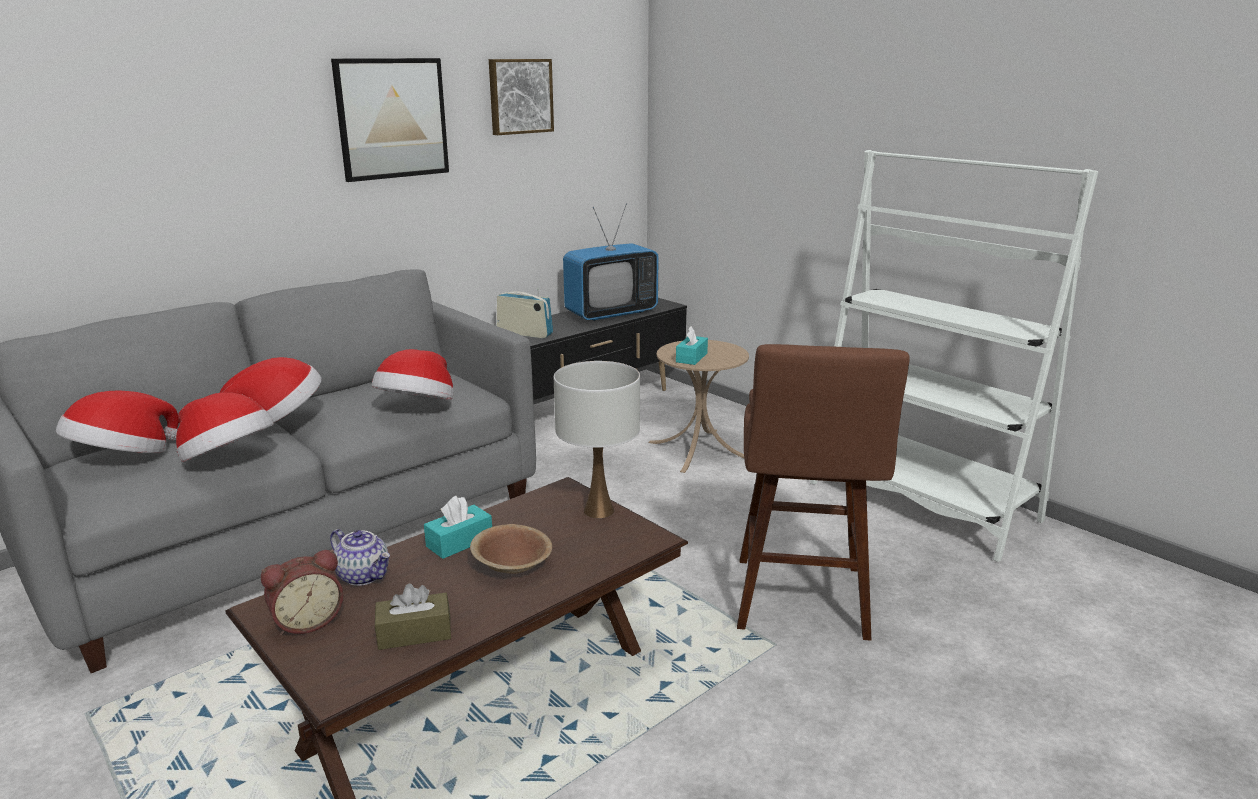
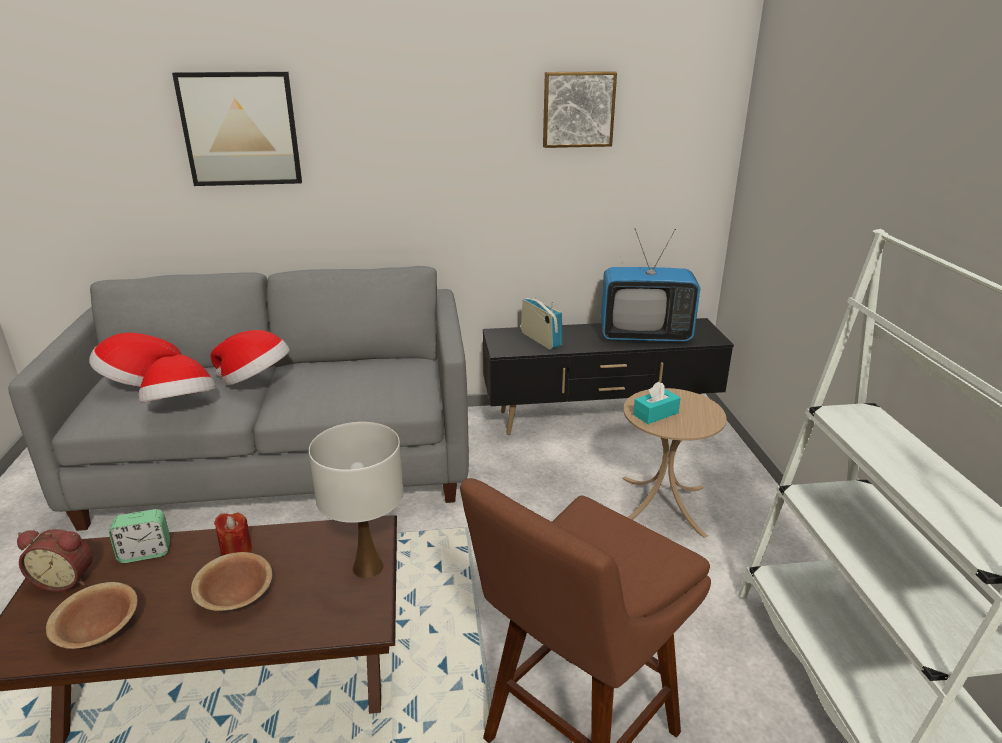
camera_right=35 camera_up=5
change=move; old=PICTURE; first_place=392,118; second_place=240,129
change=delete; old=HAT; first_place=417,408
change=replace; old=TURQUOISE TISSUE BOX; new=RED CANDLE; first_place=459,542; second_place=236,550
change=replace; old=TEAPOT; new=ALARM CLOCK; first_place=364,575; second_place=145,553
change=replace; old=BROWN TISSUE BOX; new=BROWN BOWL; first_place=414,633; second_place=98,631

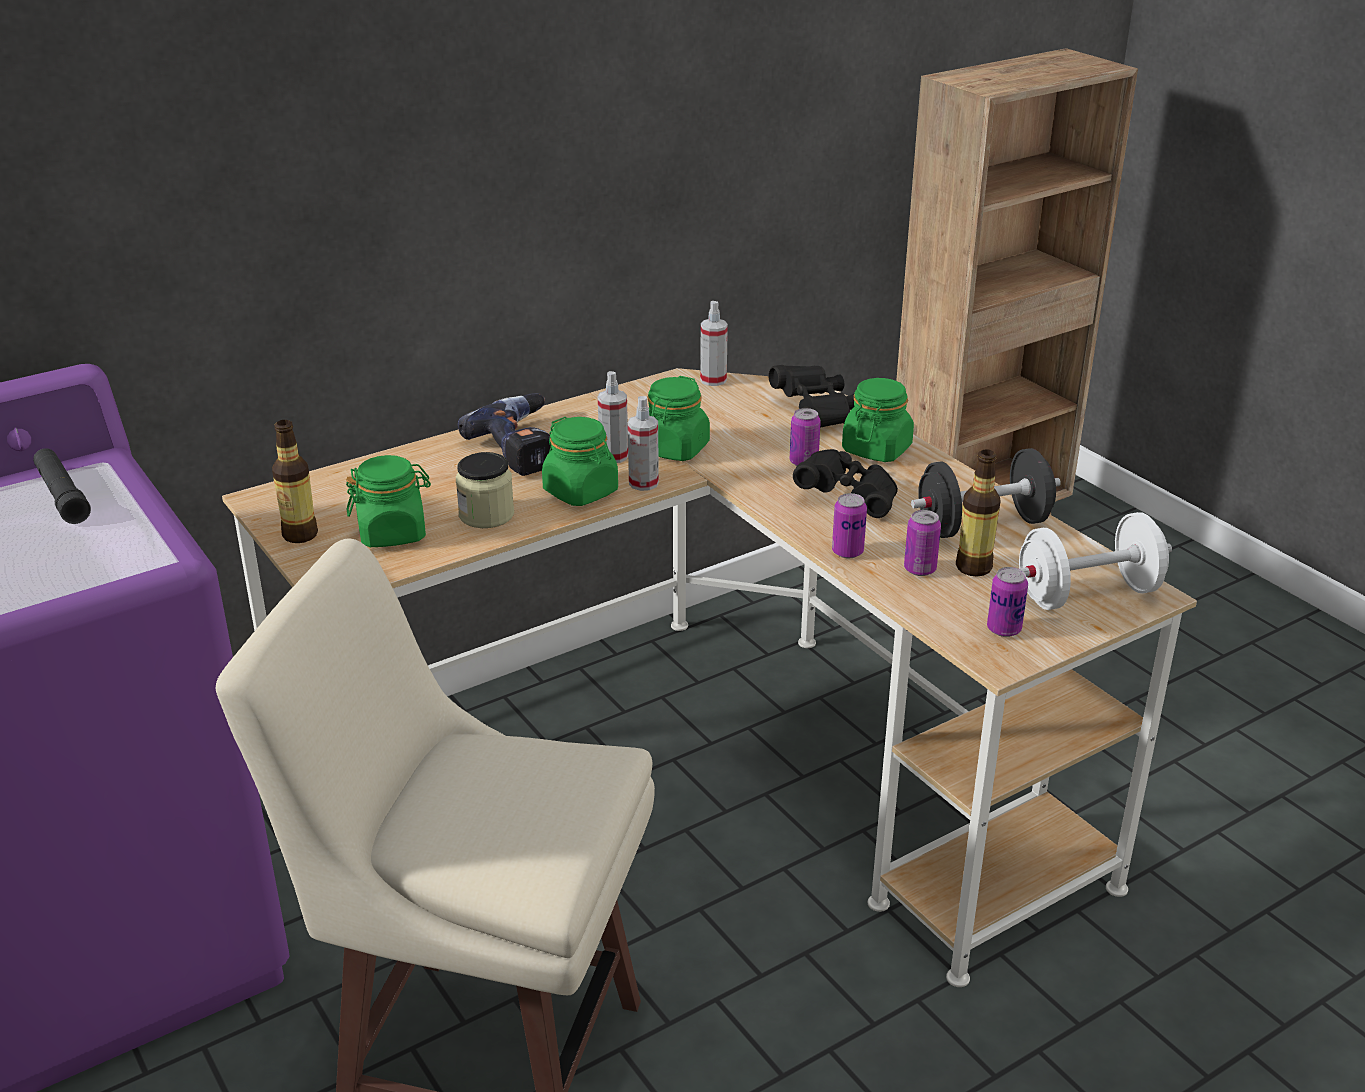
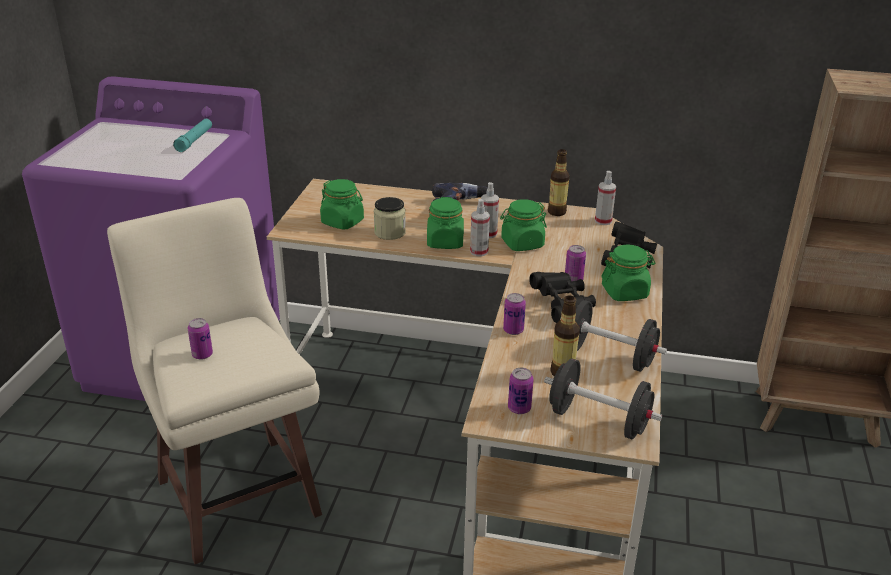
camera_right=45 camera_up=0
change=move; old=BOTTLE; first_place=300,535; second_place=556,212
change=recolor; old=BLACK FLASHLIGHT; new=TURQUOISE FLASHLIGHT; first_place=62,496; second_place=194,140
change=move; old=CAN; first_place=920,569; second_place=202,355
change=recolor; old=WHITE DUMBBELL; new=BLACK DUMBBELL; first_place=1087,594; second_place=598,420

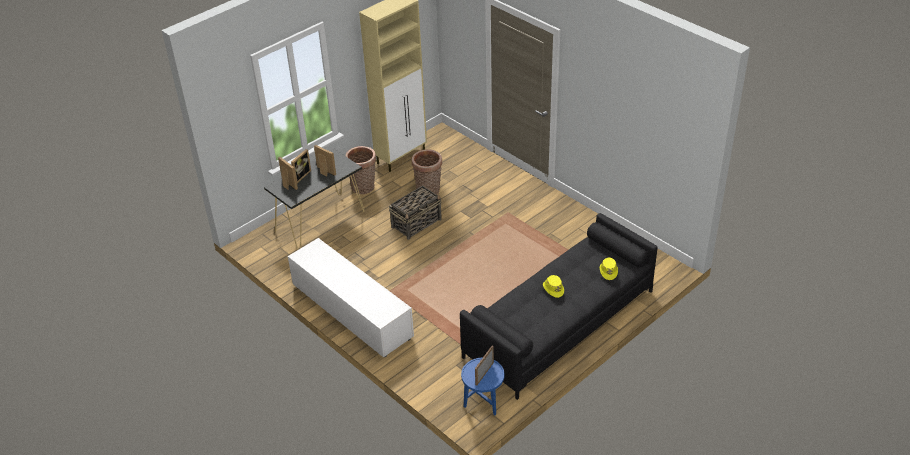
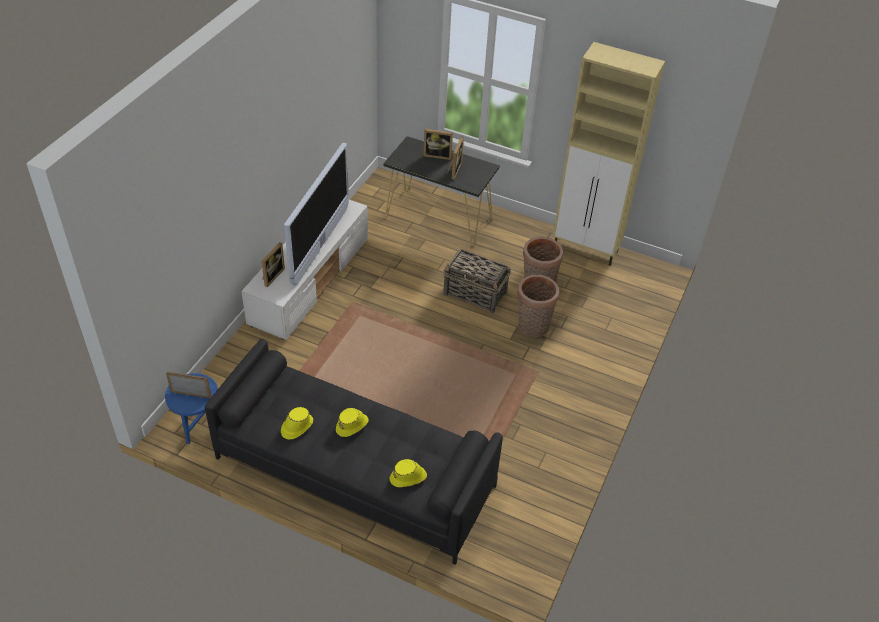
camera_right=65 camera_up=5
change=move; old=BASKET; first_place=364,188; second_place=532,328
change=move; old=PICTURE FRAME; first_place=287,185; second_place=271,276
change=insert; new=TELEVISION; second_place=320,245
change=insert; new=YELLOW HAT; second_place=296,427

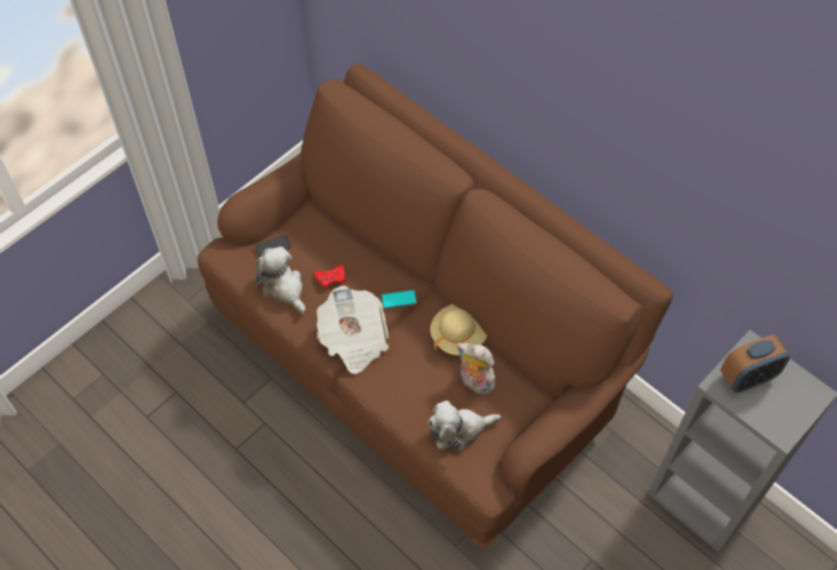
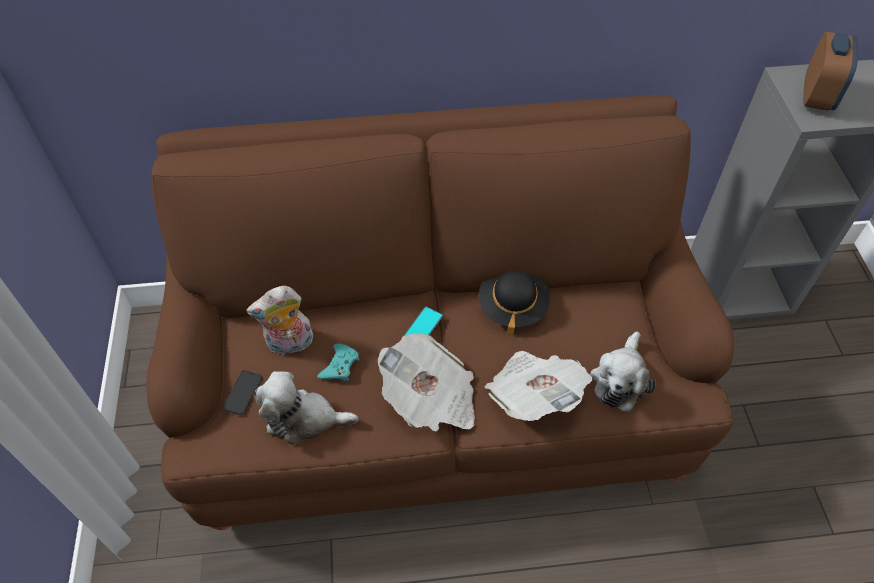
camera_right=-50 camera_up=-5
change=recolor; old=RED GAME CONTROLLER; new=TURQUOISE GAME CONTROLLER; first_place=331,278; second_place=340,366
change=recolor; old=BEIGE HAT; new=BLACK HAT; first_place=458,335; second_place=512,306
change=move; old=PLUSH TOY; first_place=474,382; second_place=289,345
change=insert; new=NEWSPAPER; second_place=533,395

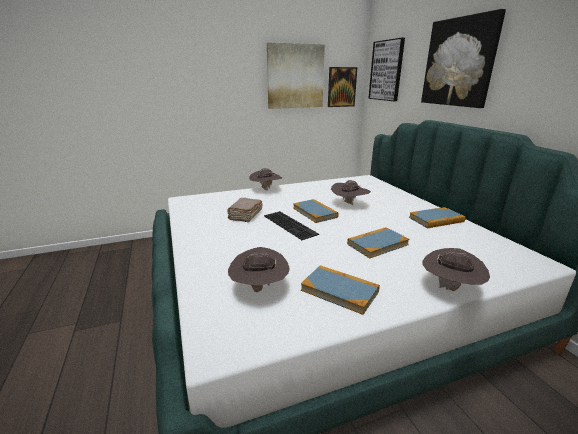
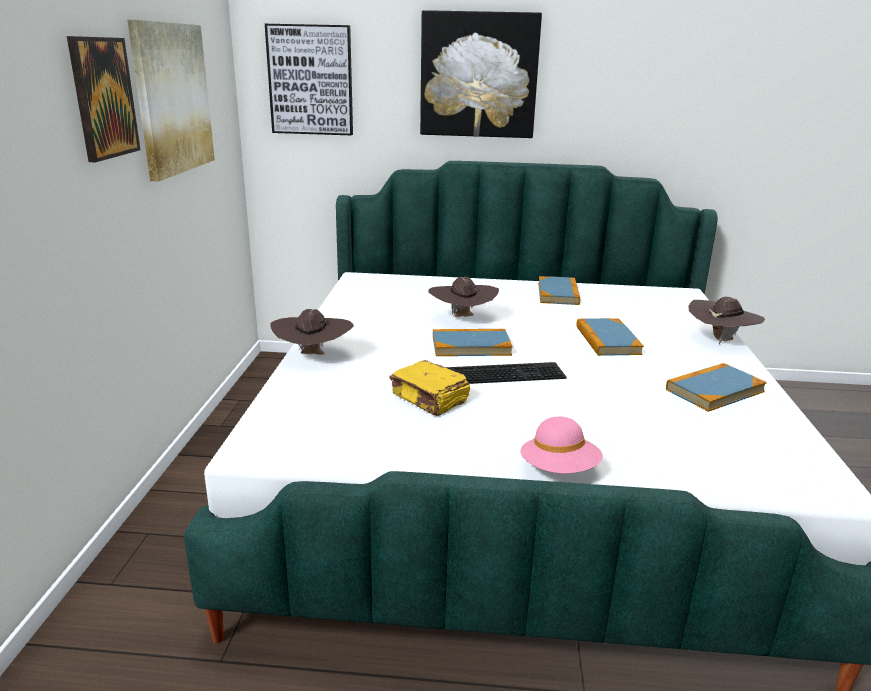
camera_right=-65 camera_up=0
change=move; old=PICTURE; first_place=341,87; second_place=103,98
change=recolor; old=BROWN BOOK; new=YELLOW BOOK; first_place=245,215; second_place=430,399
change=delete; old=BROWN HAT; first_place=259,289
change=insert; new=PINK HAT; second_place=559,470

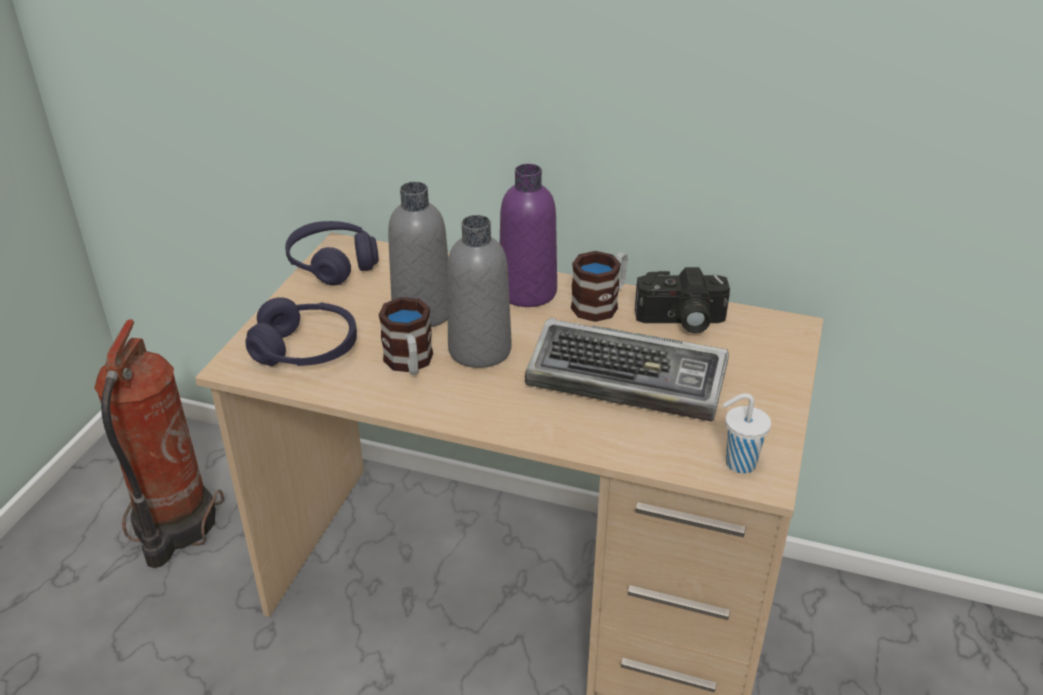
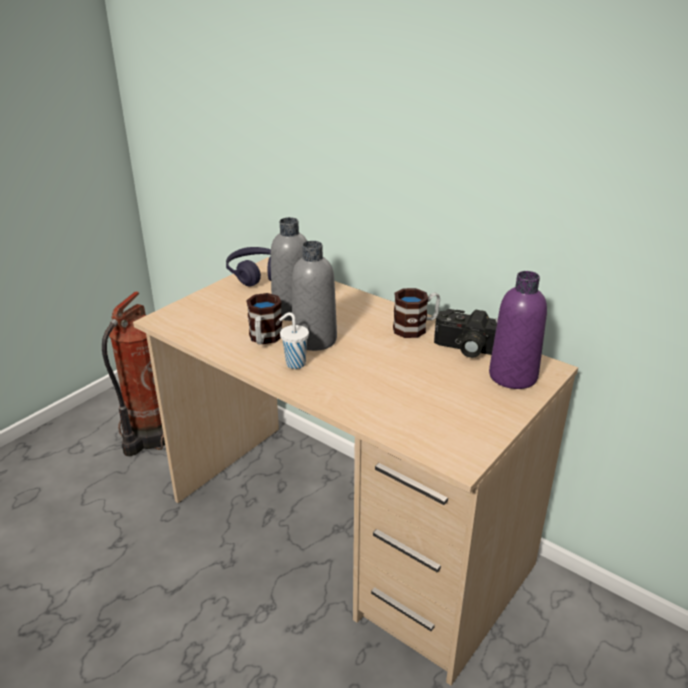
camera_right=20 camera_up=-5
change=move; old=PURPLE BOTTLE; first_place=527,292; second_place=513,376
change=delete; old=PURPLE HEADPHONES; first_place=306,349
change=delete; old=KEYBOARD; first_place=629,379
change=move; old=WHITE CUP; first_place=738,463; second_place=294,363

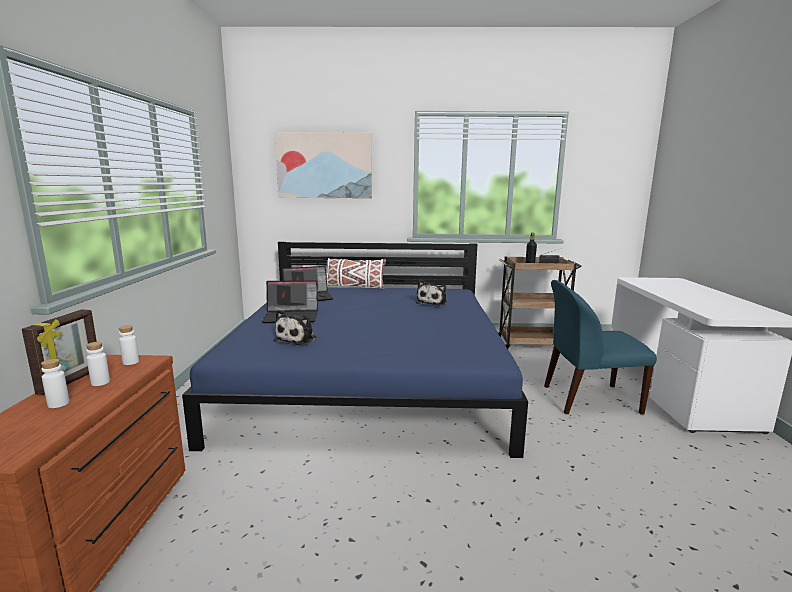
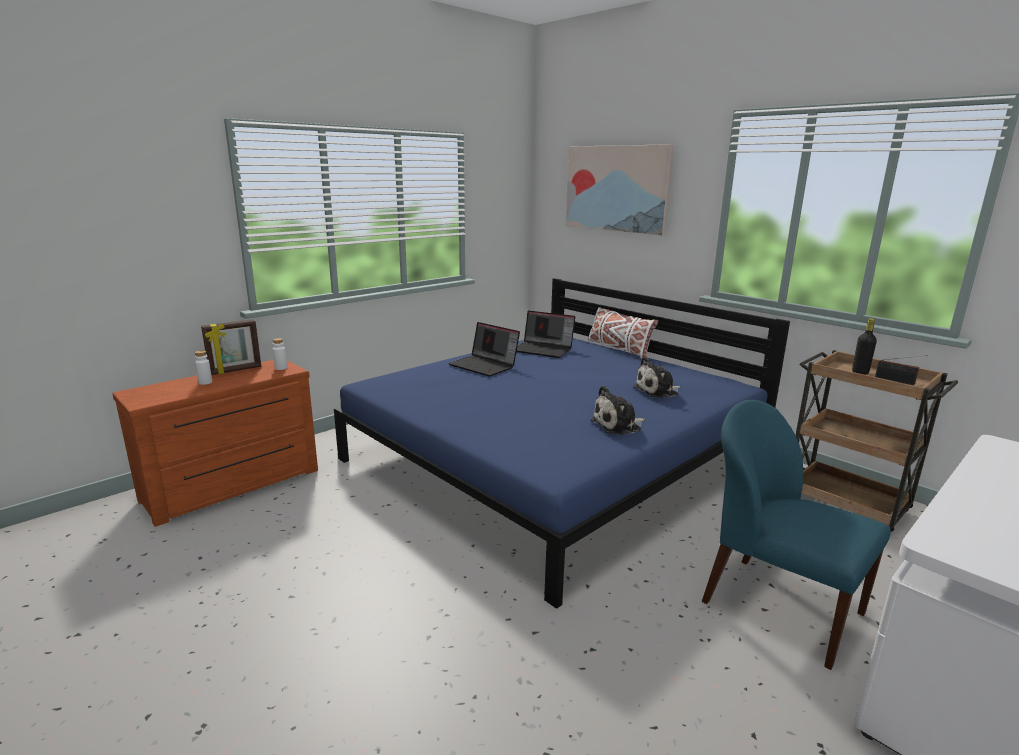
camera_right=45 camera_up=5
change=move; old=PLUSH TOY; first_place=297,339; second_place=618,425
change=delete; old=WHITE BOTTLE; first_place=100,382

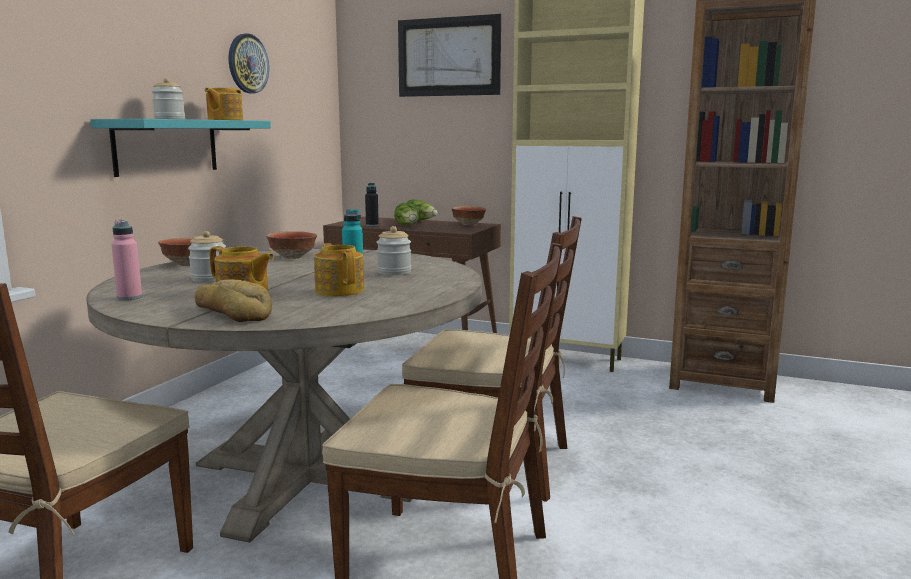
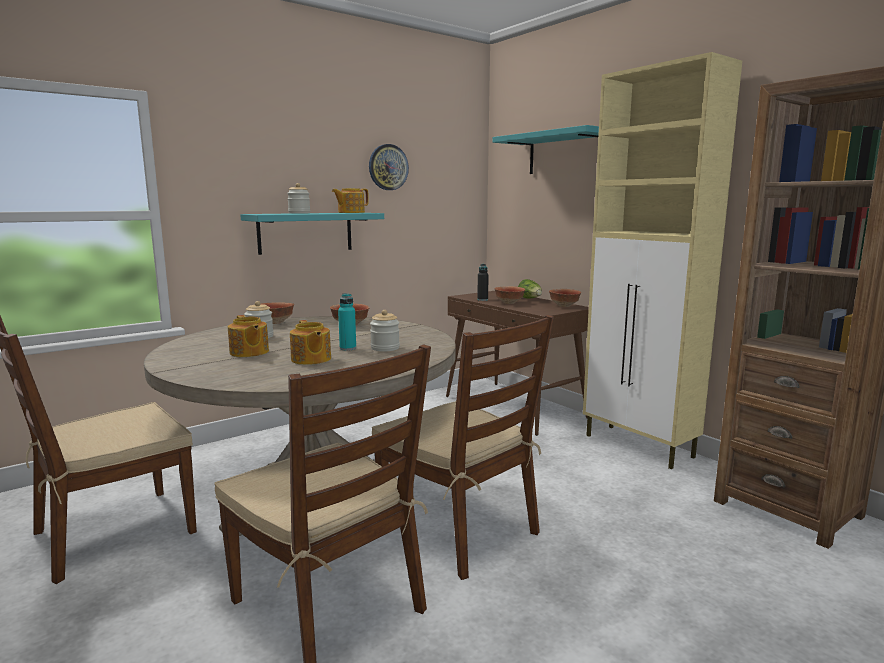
camera_right=30 camera_up=0
change=replace; old=PICTURE; new=TURQUOISE SHELF; first_place=448,57; second_place=565,153
change=replace; old=LETTUCE; new=BOWL; first_place=408,226; second_place=510,303
change=delete; old=PINK BOTTLE; first_place=129,297
change=rotate; old=TEAPOT; first_place=340,290; second_place=311,359; degrees=150
change=delete; old=BREAD; first_place=233,312

